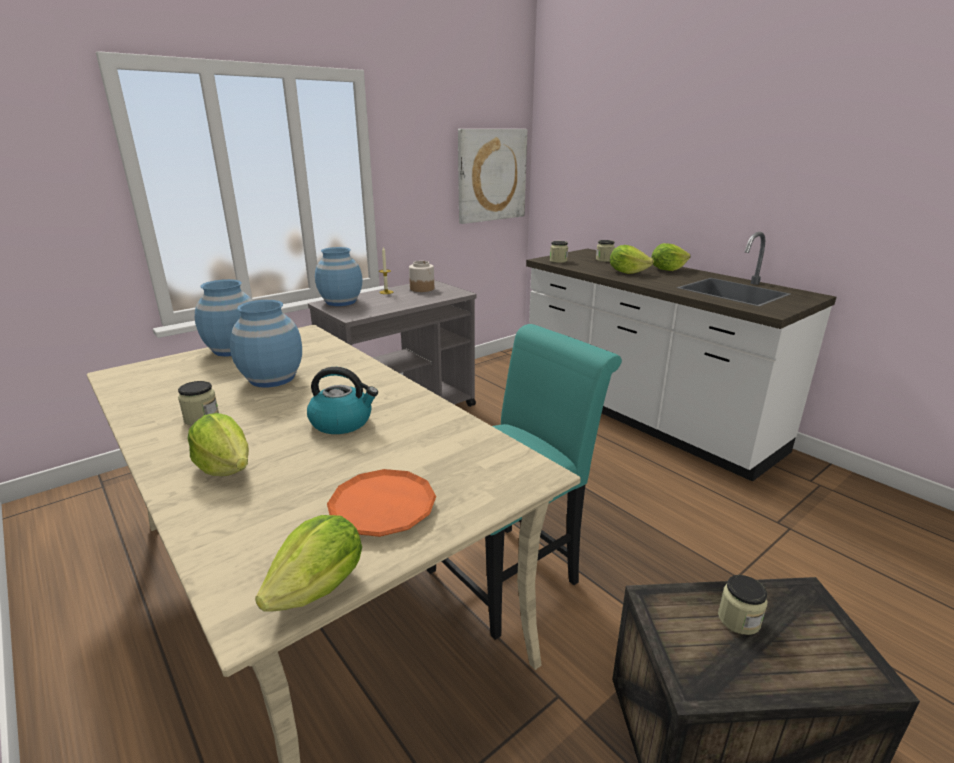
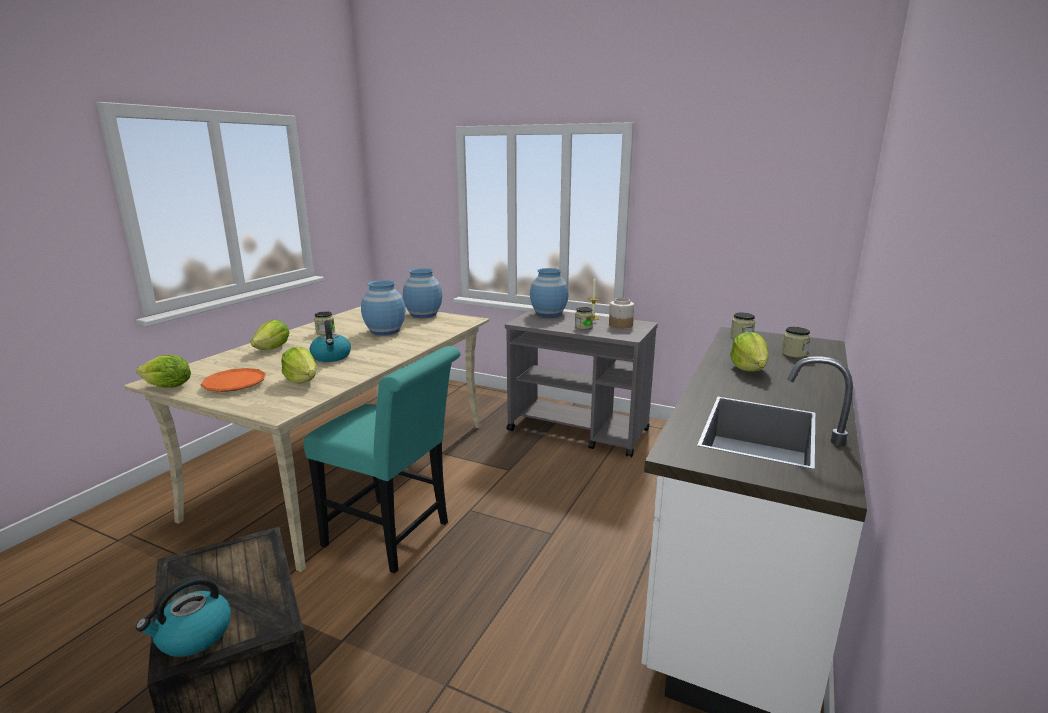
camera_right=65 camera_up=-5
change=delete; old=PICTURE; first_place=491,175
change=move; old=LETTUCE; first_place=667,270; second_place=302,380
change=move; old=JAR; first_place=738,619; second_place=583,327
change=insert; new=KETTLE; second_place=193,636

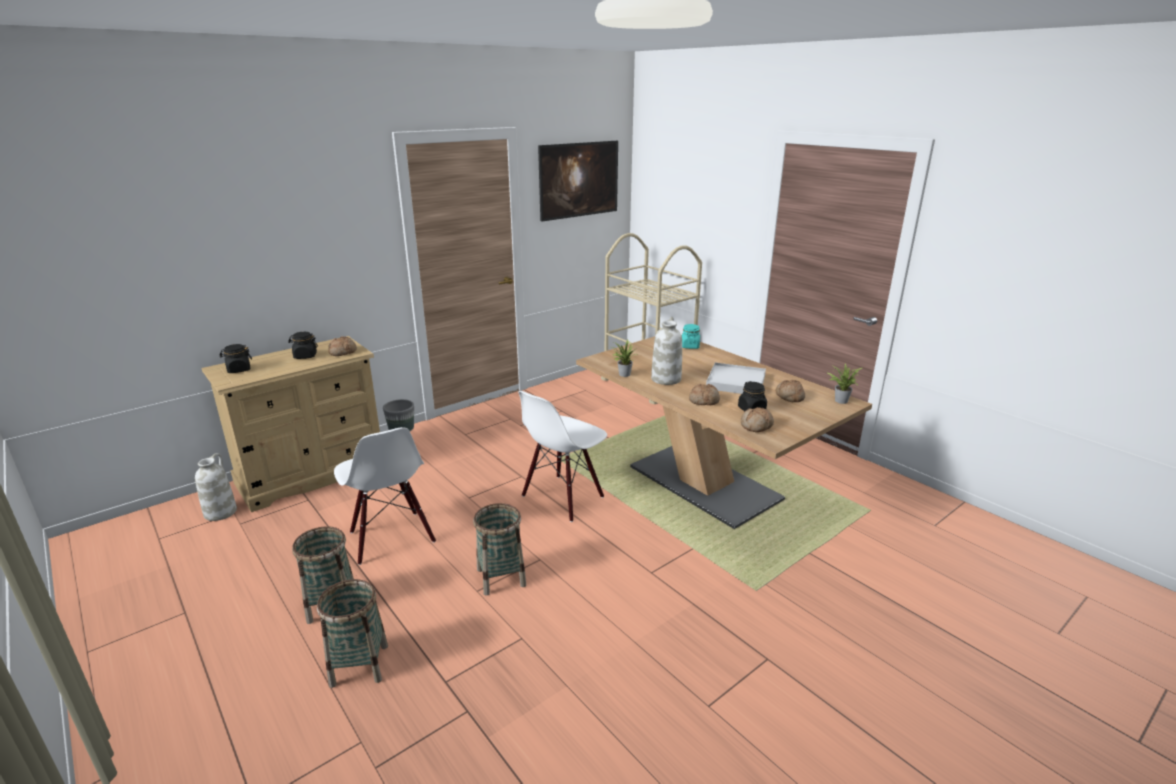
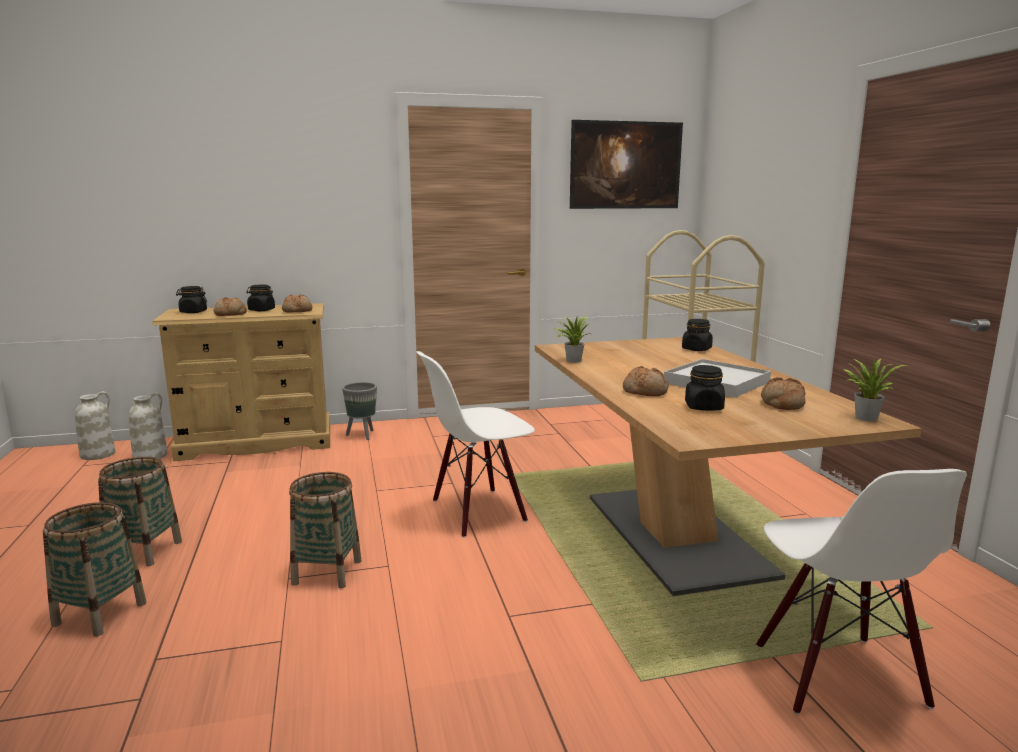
camera_right=25 camera_up=-10
change=move; old=WHITE VASE; first_place=665,378; second_place=98,454
change=recolor; old=TURQUOISE JAR; new=BLACK JAR; first_place=690,346; second_place=696,349
change=move; old=BREAD; first_place=757,426; second_place=230,314
change=move; old=WHITE CHAIR; first_place=391,537; second_place=836,675

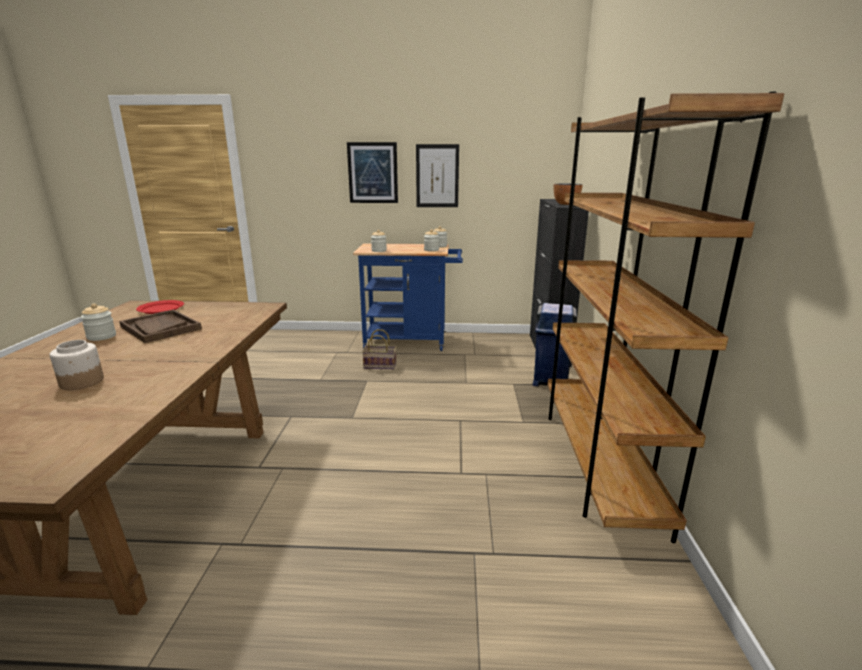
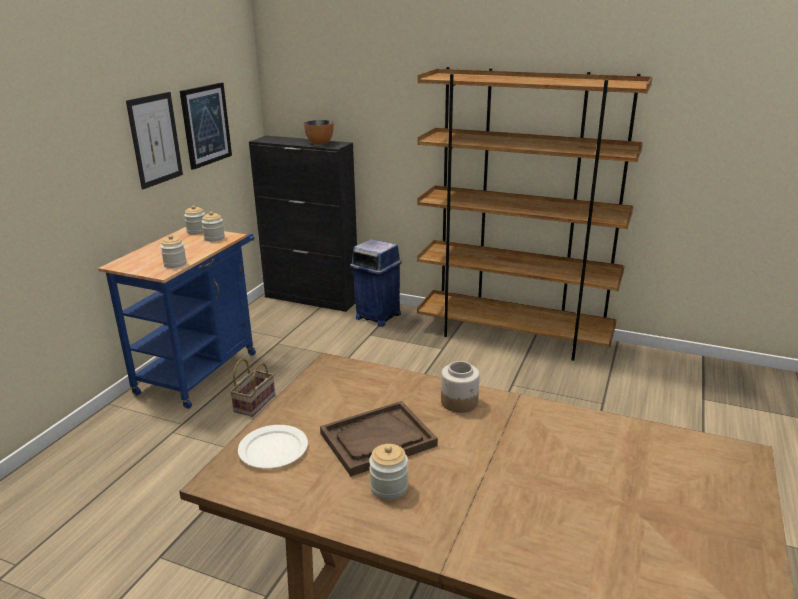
camera_right=-70 camera_up=5
change=move; old=PICTURE; first_place=373,173; second_place=206,125
change=recolor; old=RED PLATE; new=WHITE PLATE; first_place=160,309; second_place=273,449
change=move; old=JAR; first_place=81,382; second_place=459,402

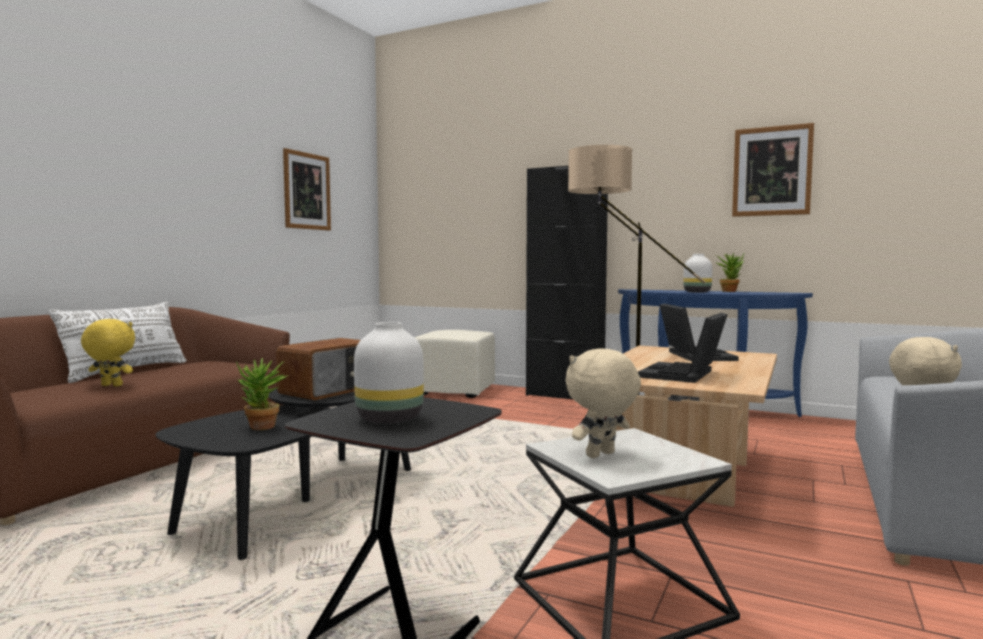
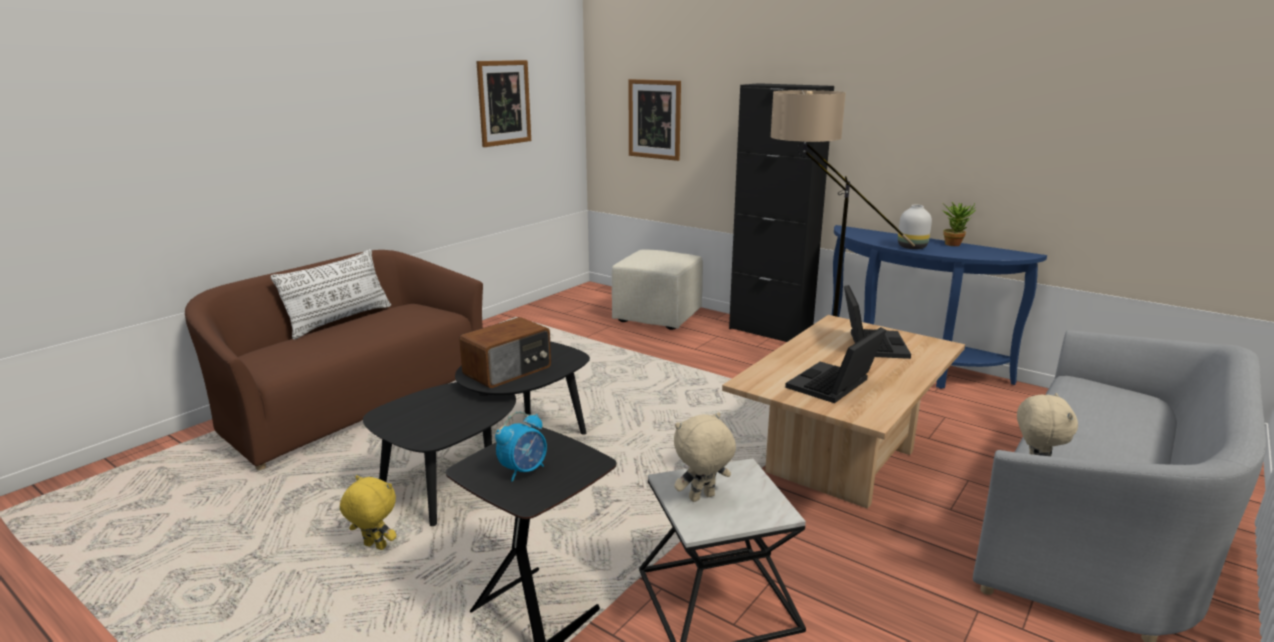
camera_right=10 camera_up=15
change=move; old=PICTURE; first_place=772,171; second_place=654,119
change=move; old=YELLOW PLUSH TOY; first_place=110,386; second_place=374,547
change=replace; old=WHITE VASE; new=ALARM CLOCK; first_place=389,418; second_place=524,470
change=delete; old=POTTED PLANT; first_place=262,428

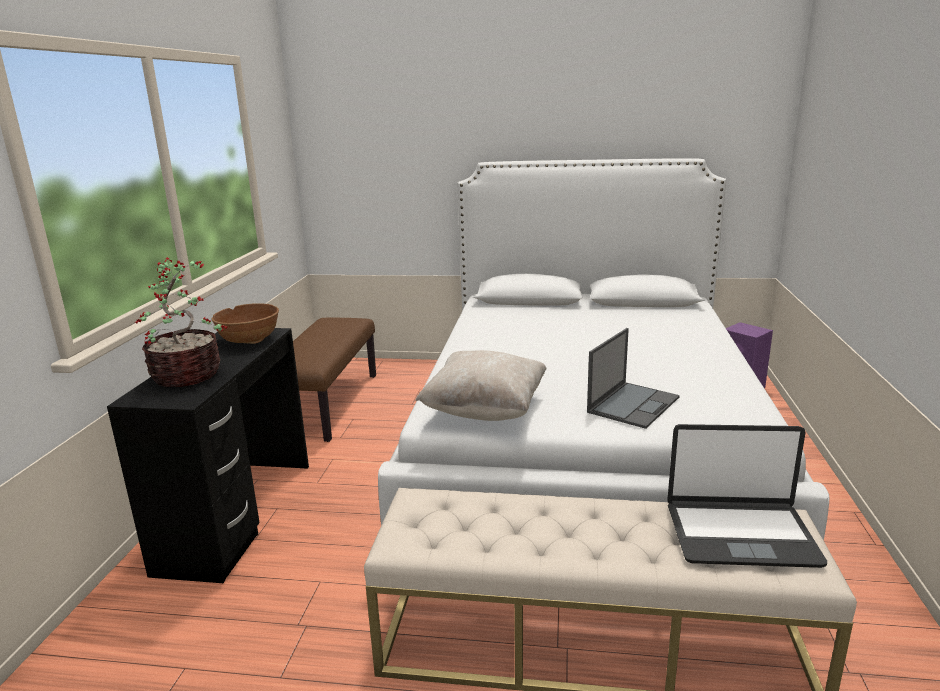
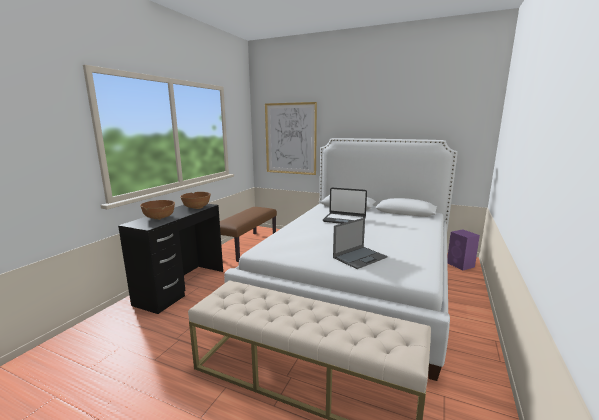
camera_right=15 camera_up=-5
change=replace; old=POTTED PLANT; new=BROWN BOWL; first_place=188,375; second_place=159,217
change=delete; old=BEIGE PILLOW; first_place=485,410
change=move; old=LAPTOP; first_place=740,534; second_place=344,219
change=insert; new=PICTURE; second_place=290,139

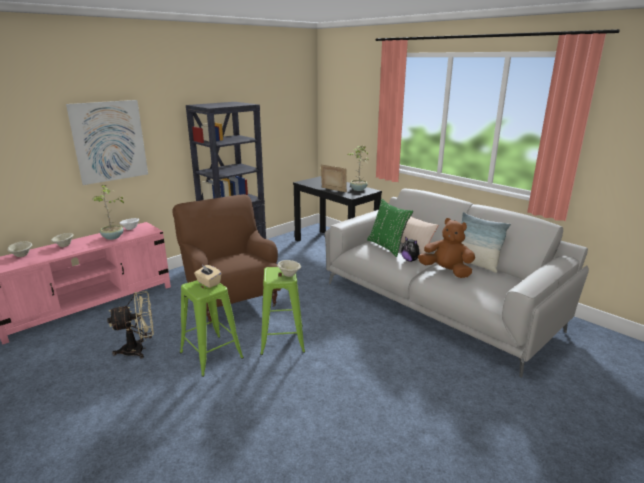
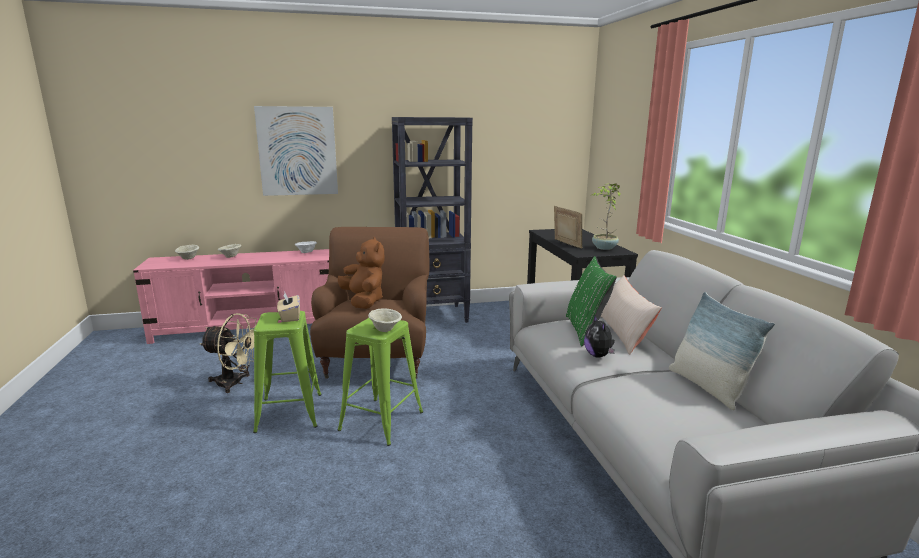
camera_right=30 camera_up=-5
change=delete; old=POTTED PLANT; first_place=113,237
change=move; old=BROWN PLUSH TOY; first_place=446,271; second_place=364,301

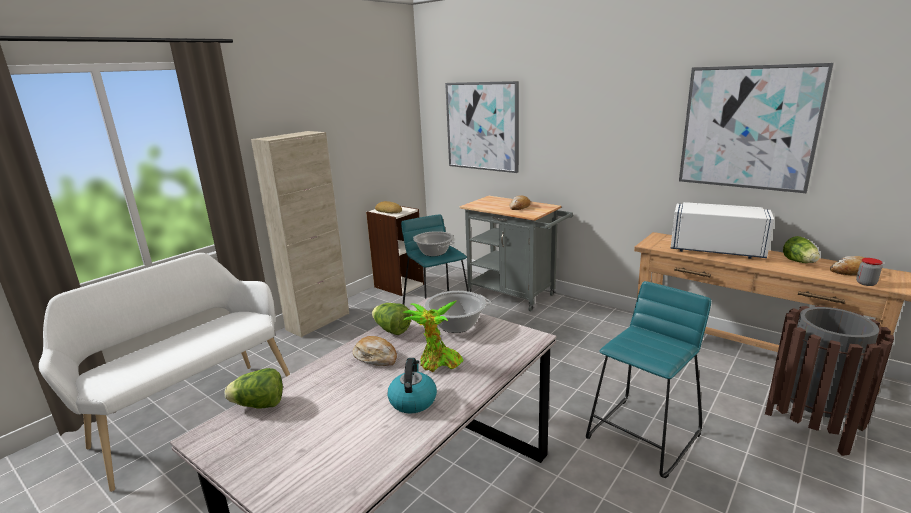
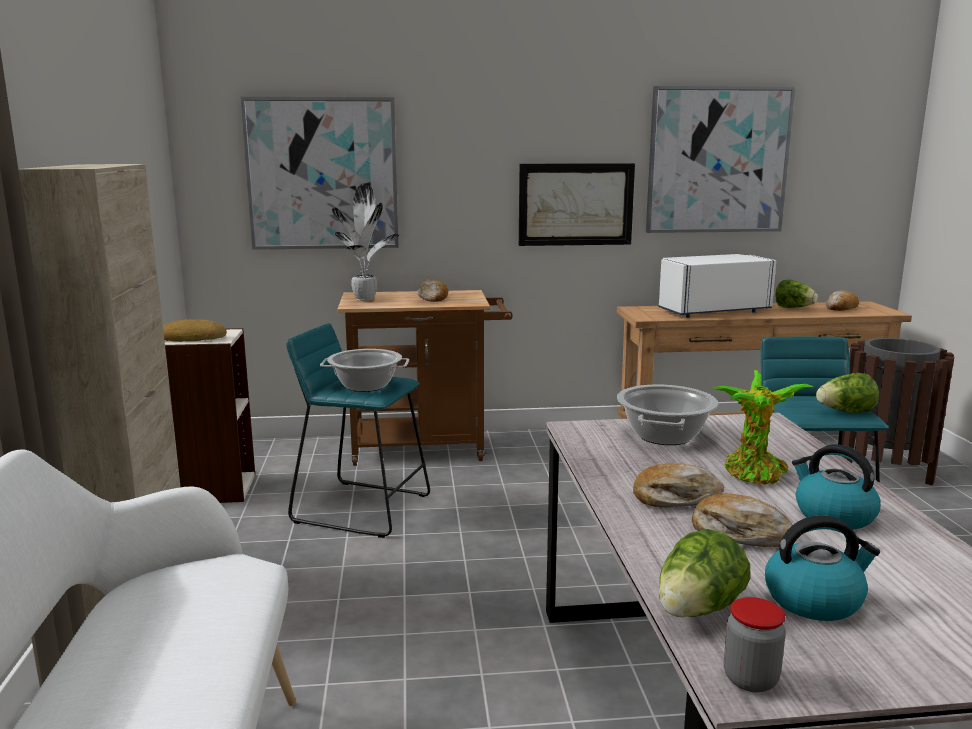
camera_right=-45 camera_up=-5
change=recolor; old=GREY CART; new=BROWN CART; first_place=515,295; second_place=427,448
change=move; old=JAR; first_place=866,283; second_place=750,679
change=move; old=LETTUCE; first_place=391,330; second_place=845,412
change=insert; new=PICTURE; second_place=575,204
change=insert; new=POTTED PLANT; second_place=365,298
change=insert; new=BREAD; second_place=740,534
change=insert; new=KETTLE; second_place=814,599

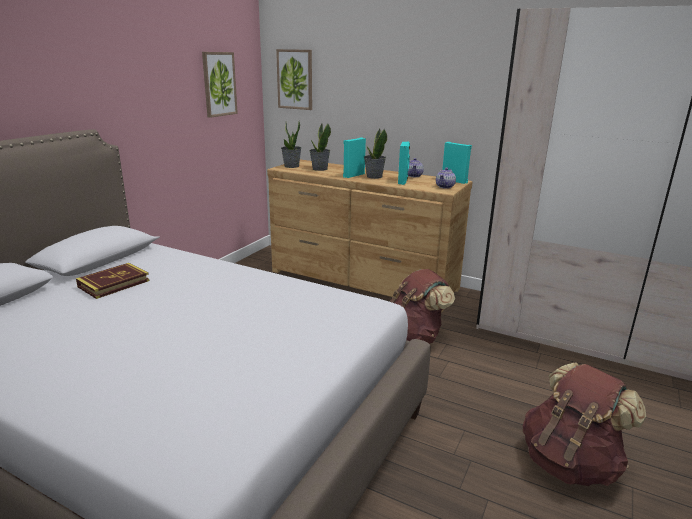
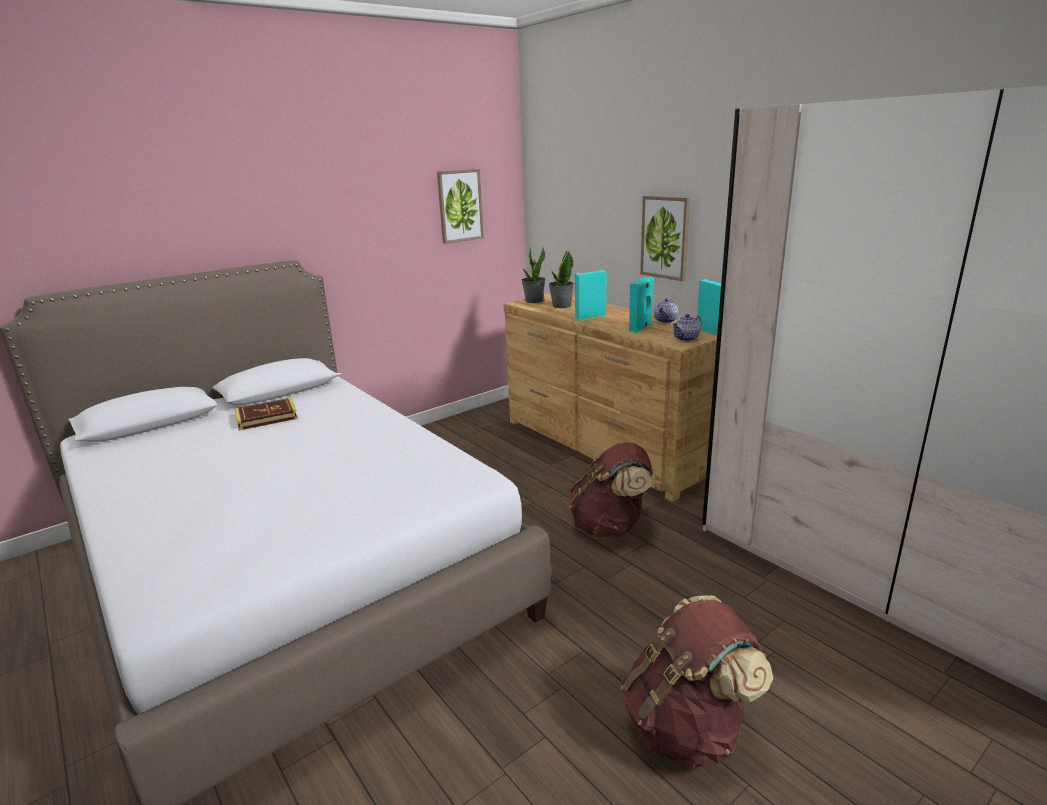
camera_right=25 camera_up=0
change=move; old=PICTURE; first_place=295,79; second_place=665,237
change=delete; old=POTTED PLANT; first_place=374,176

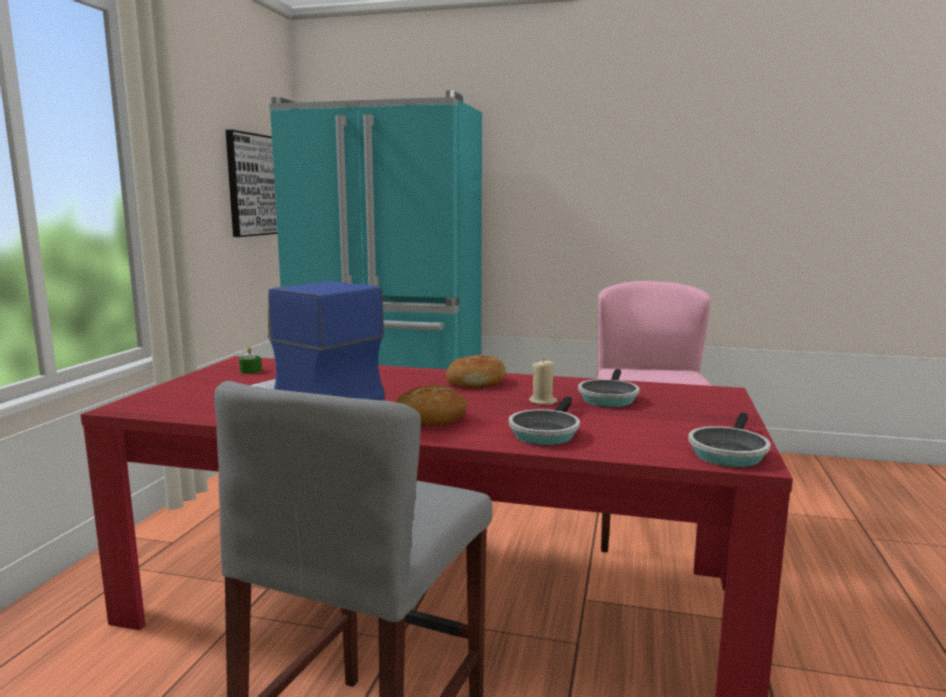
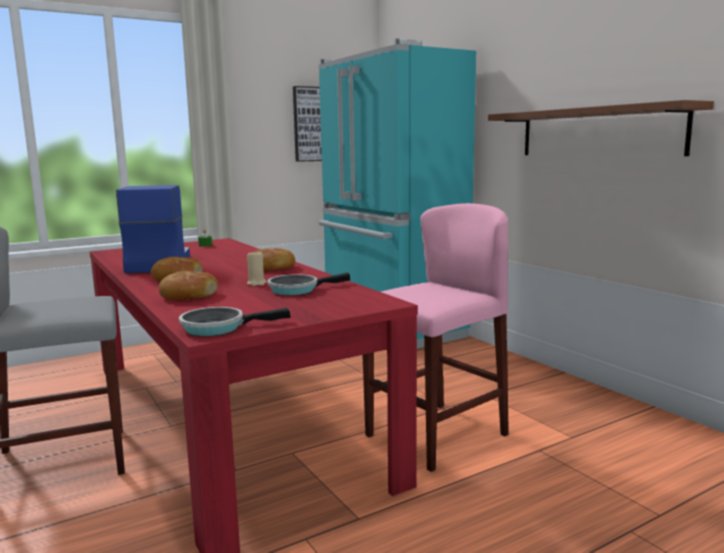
camera_right=45 camera_up=0
change=replace; old=FRYING PAN; new=BREAD; first_place=545,433; second_place=188,296
change=insert; new=BROWN SHELF; second_place=598,132

